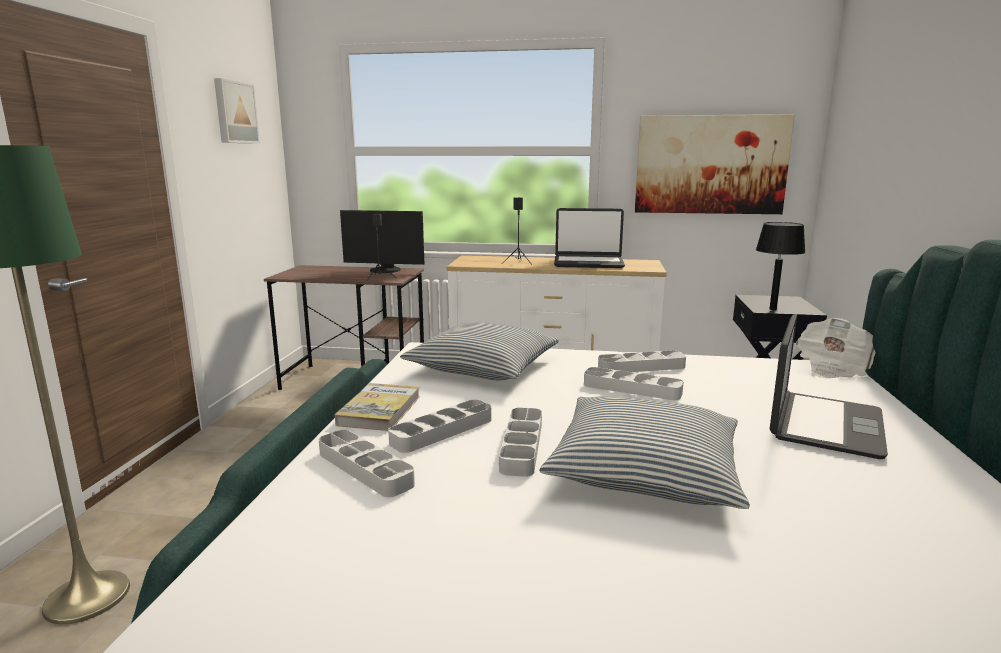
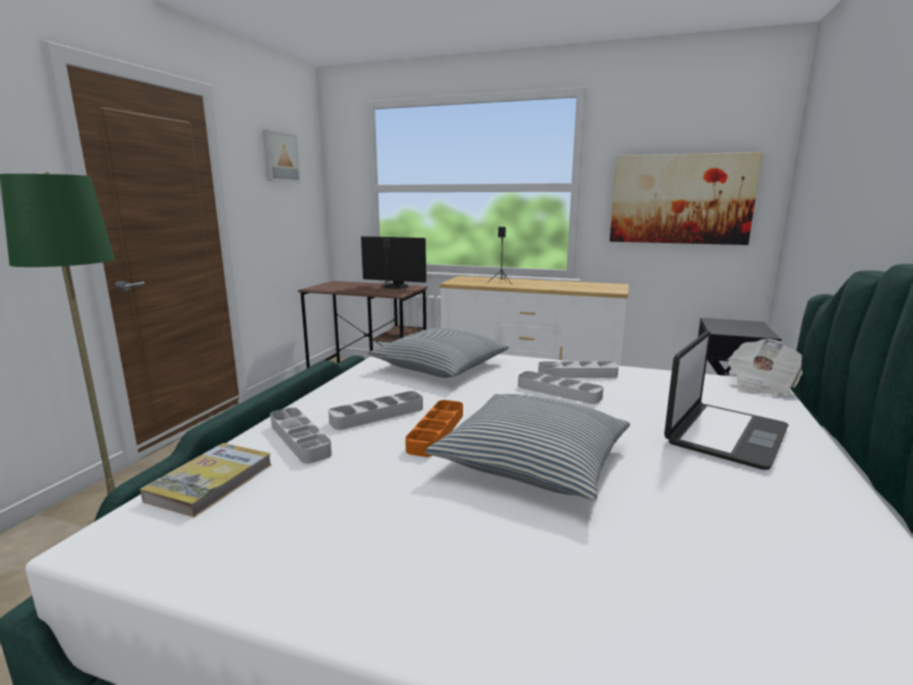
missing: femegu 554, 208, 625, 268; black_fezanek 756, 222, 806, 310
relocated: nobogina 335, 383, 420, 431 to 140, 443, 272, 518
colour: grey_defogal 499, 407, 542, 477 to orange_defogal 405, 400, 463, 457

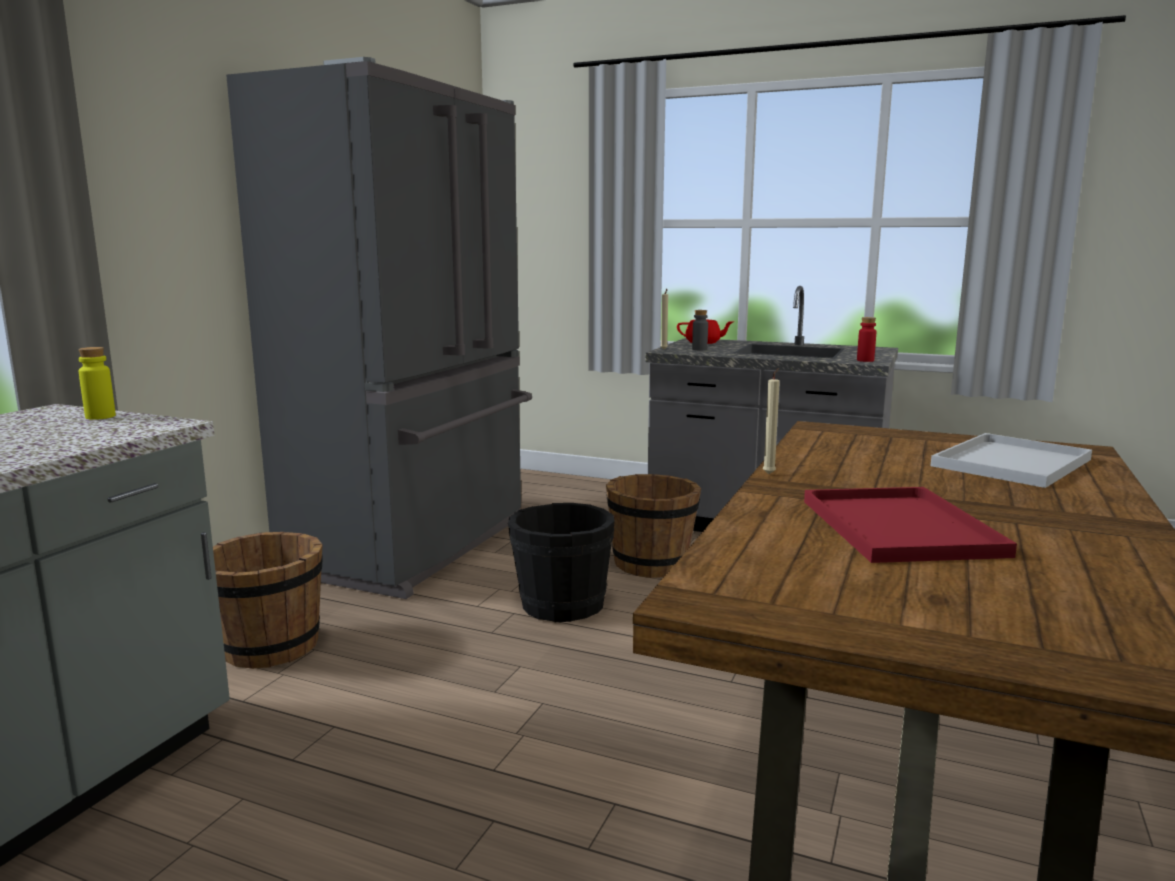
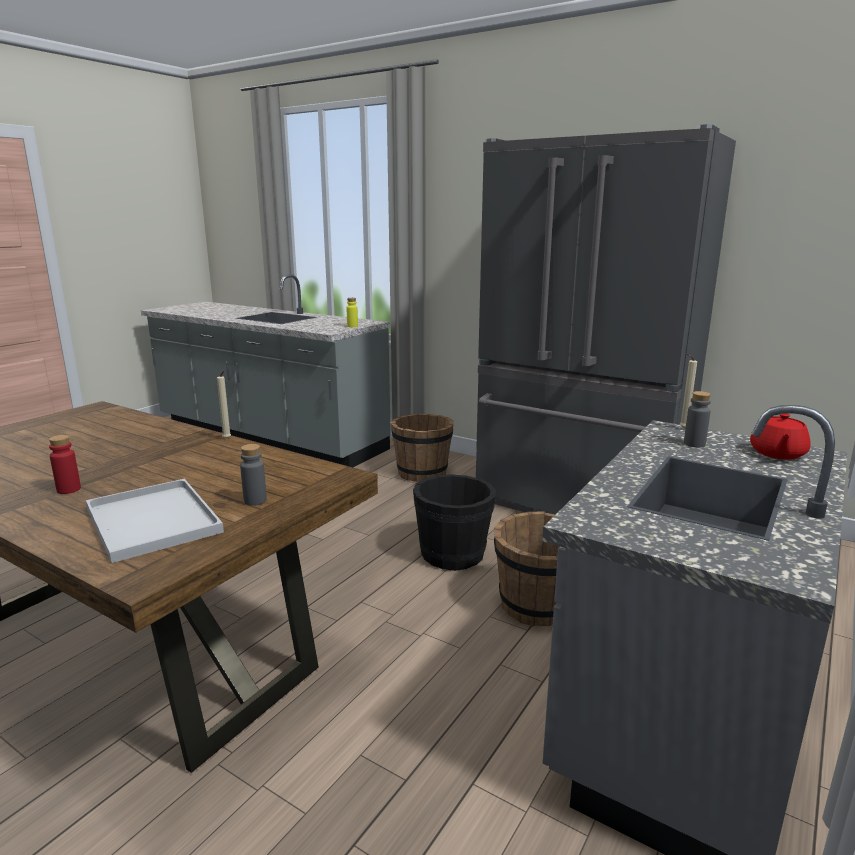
missing: red_defogal 804, 487, 1017, 563
appeared: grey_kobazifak 240, 444, 267, 506
relocated: red_kobazifak 857, 317, 877, 362 to 49, 435, 81, 494

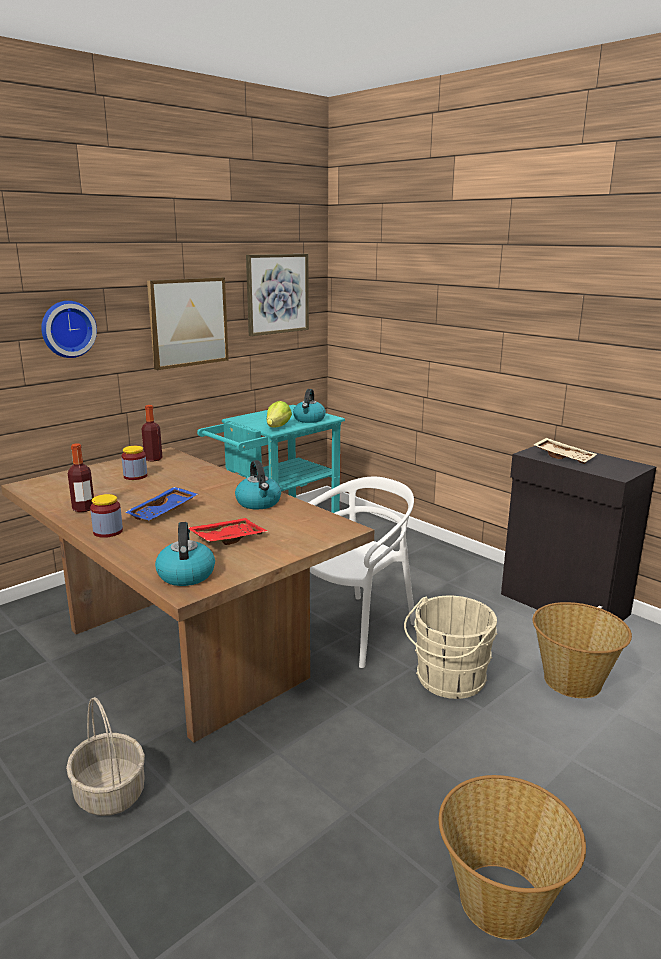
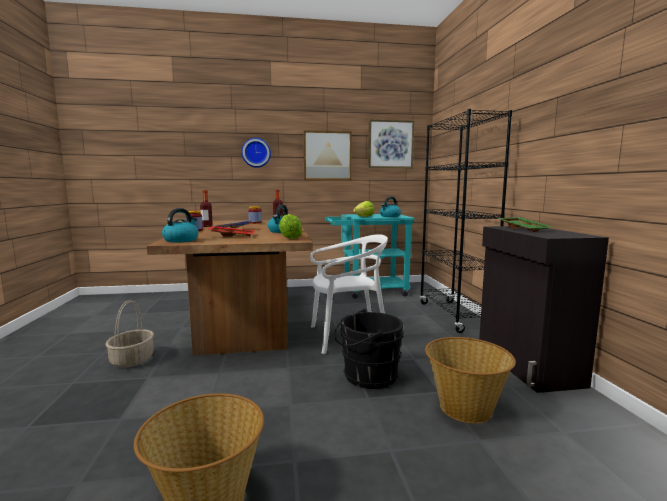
appeared: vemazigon 279, 214, 302, 239; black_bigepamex 420, 109, 512, 333
colour: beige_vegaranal 404, 596, 497, 699 to black_vegaranal 334, 309, 404, 389; beige_defogal 534, 438, 597, 464 to green_defogal 499, 217, 552, 232

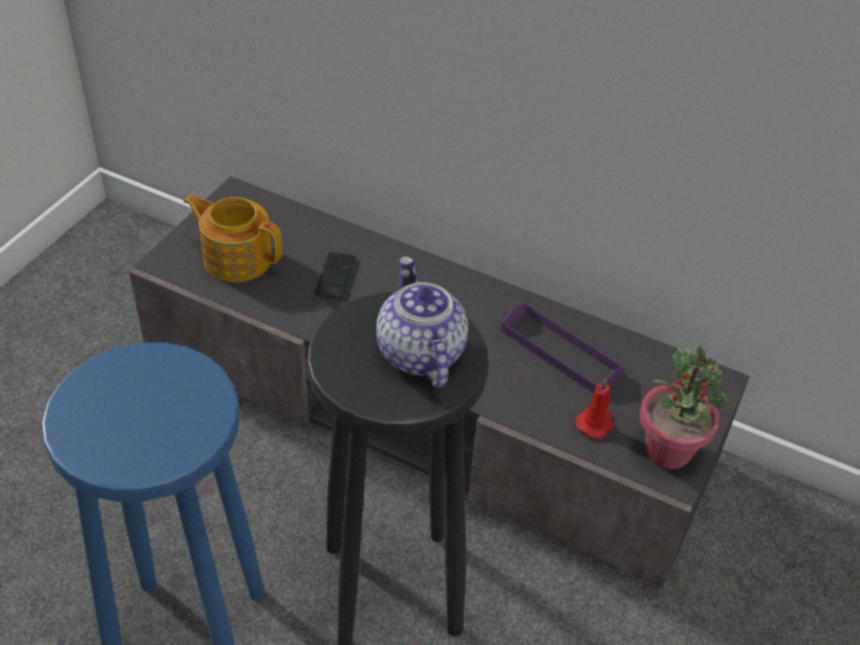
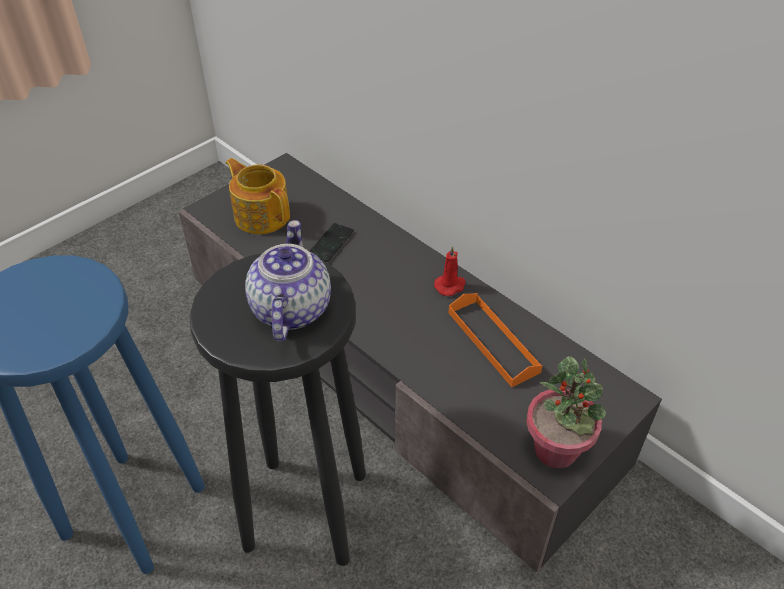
relocated: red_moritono 575, 378, 614, 439 to 434, 246, 466, 296
colour: purple_defogal 501, 303, 625, 393 to orange_defogal 448, 293, 543, 387

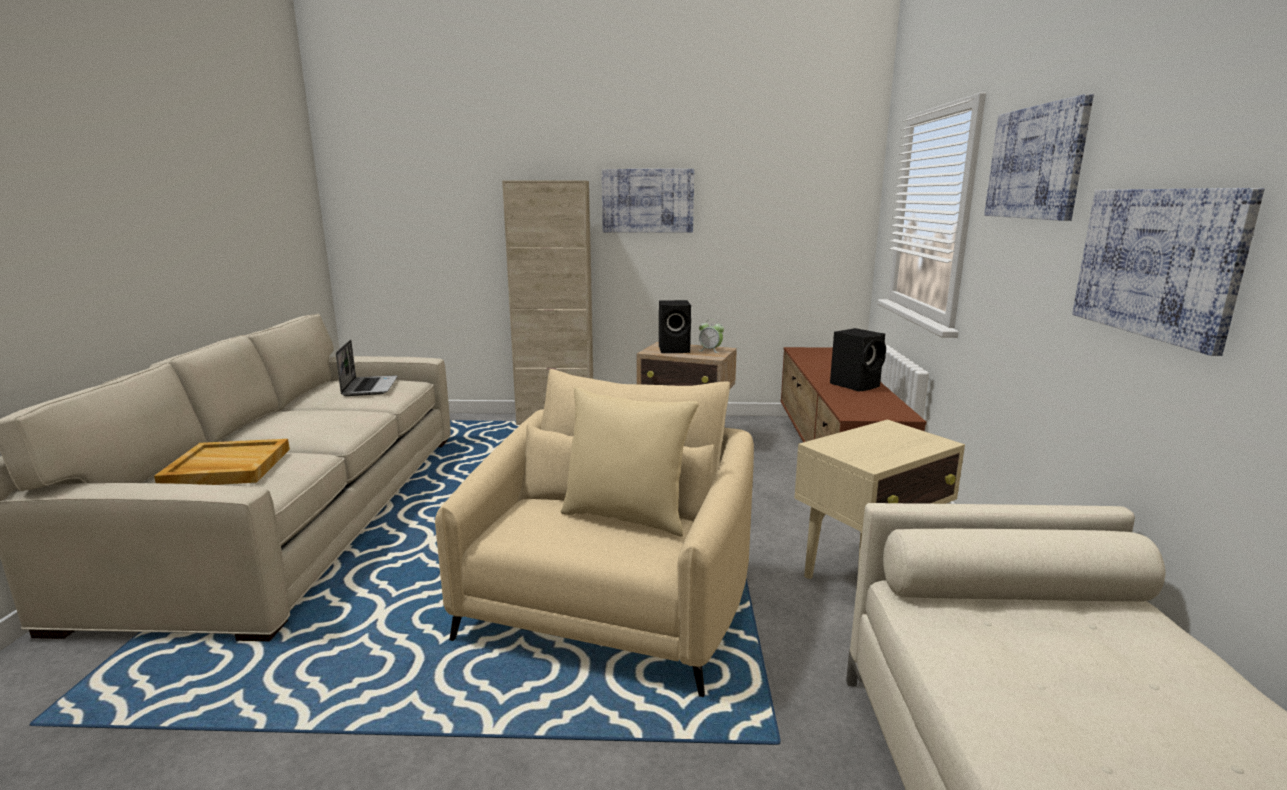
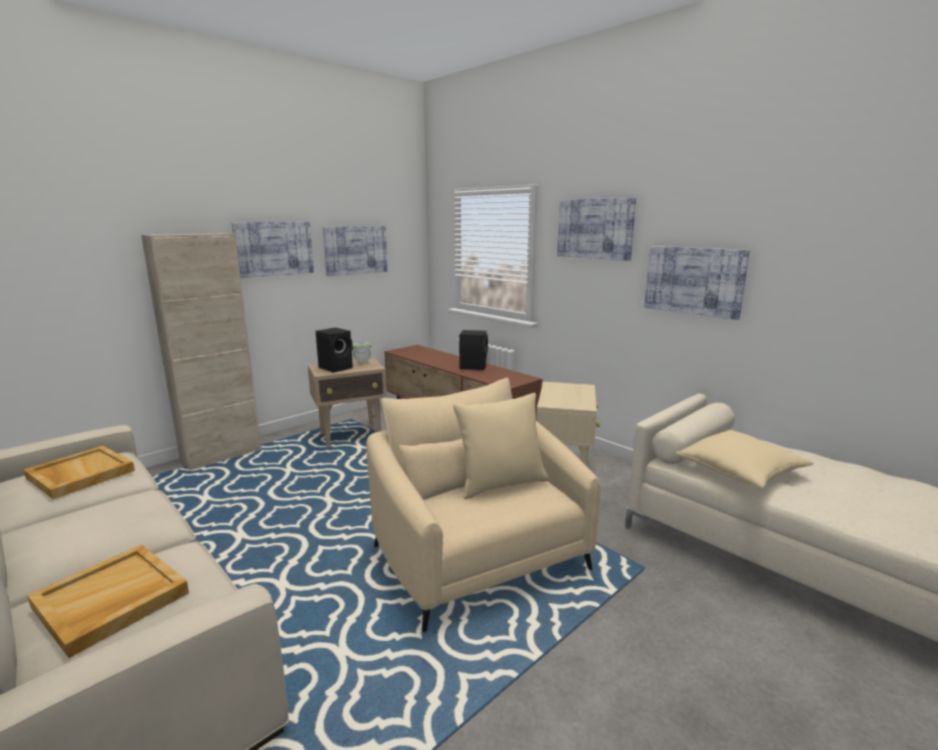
appeared: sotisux 323, 226, 388, 276; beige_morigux 675, 430, 814, 488
exchanged: femegu 336, 340, 398, 396 to beige_defogal 24, 446, 135, 499

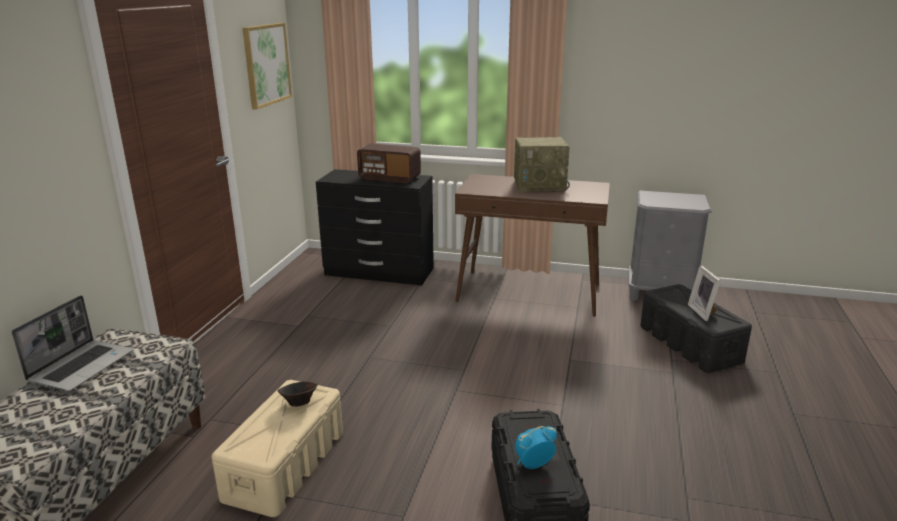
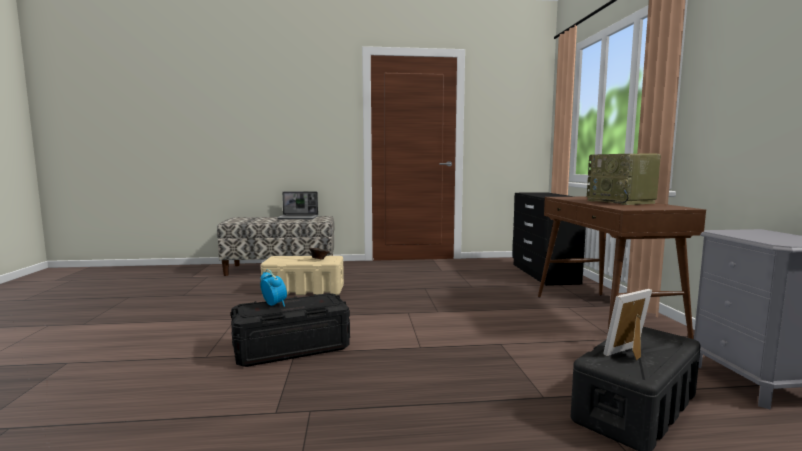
missing: sotisux 242, 23, 292, 110; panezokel 357, 144, 421, 183

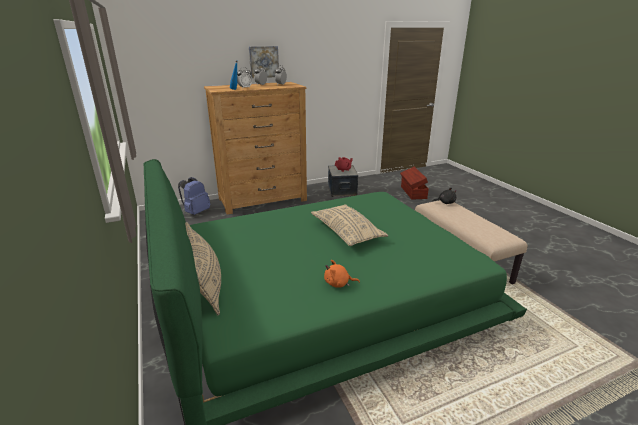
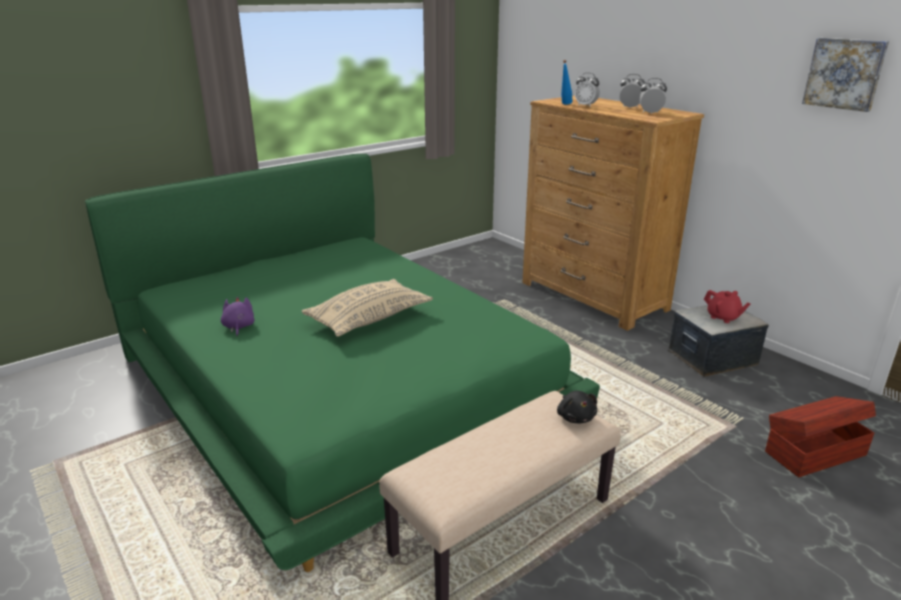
missing: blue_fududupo 178, 177, 210, 215; beige_morigux 185, 222, 221, 315
relocated: sotisux 249, 46, 279, 78 to 802, 38, 889, 112
colour: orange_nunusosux 324, 260, 360, 288 to purple_nunusosux 221, 297, 255, 337

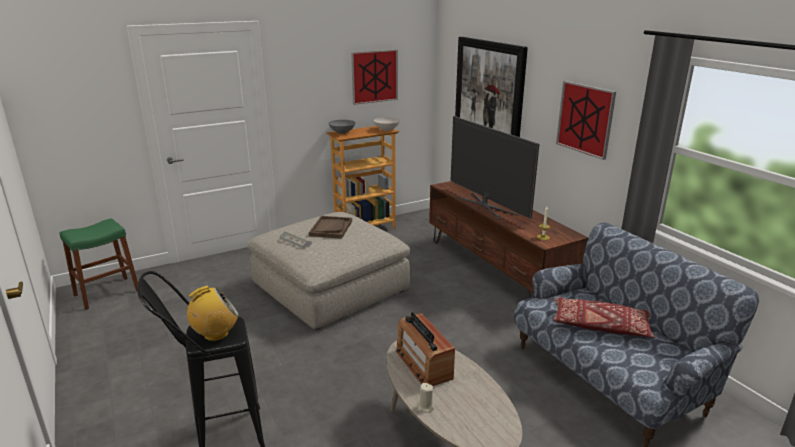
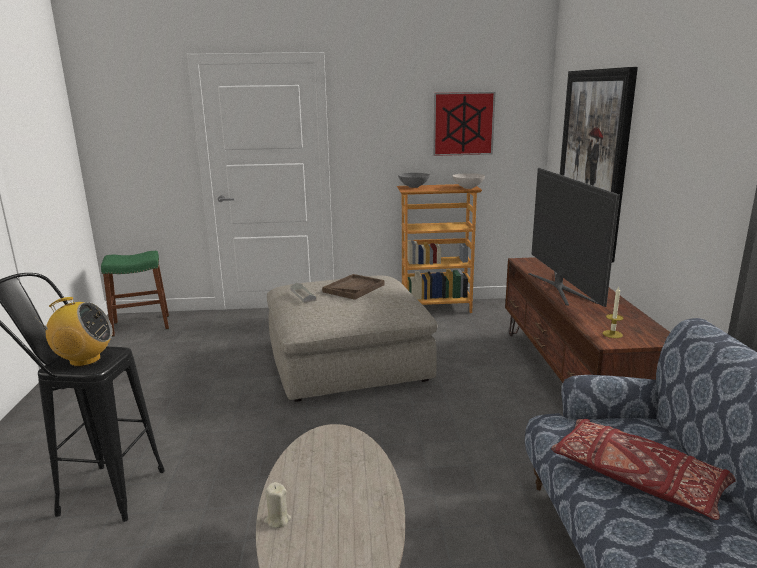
missing: panezokel 396, 312, 455, 386; sotisux 556, 81, 616, 160

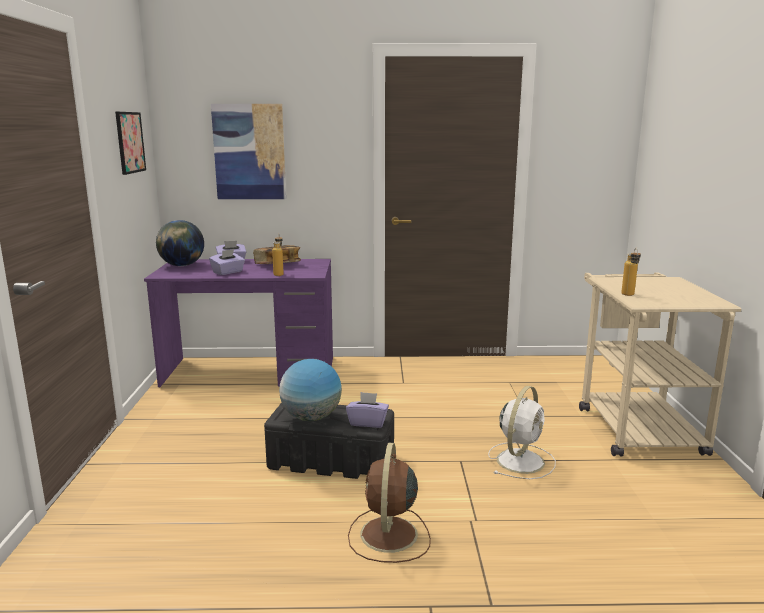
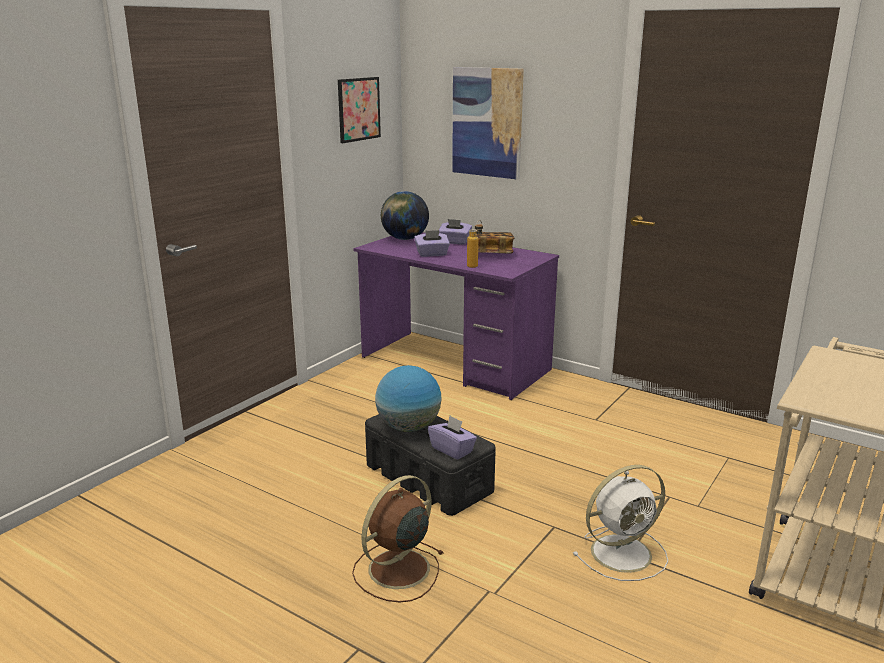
missing: kobazifak 621, 248, 641, 296

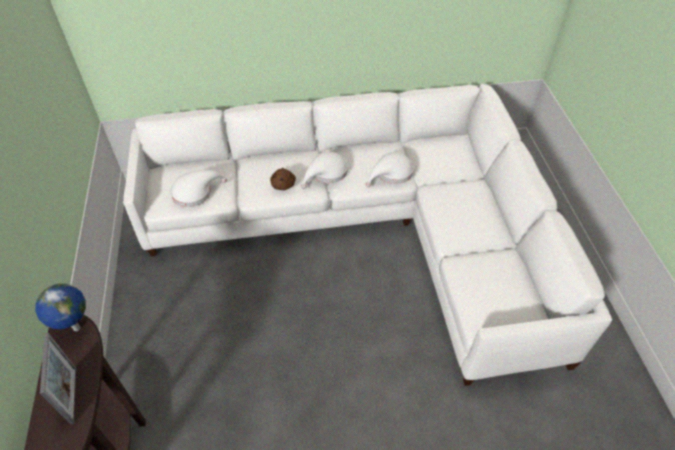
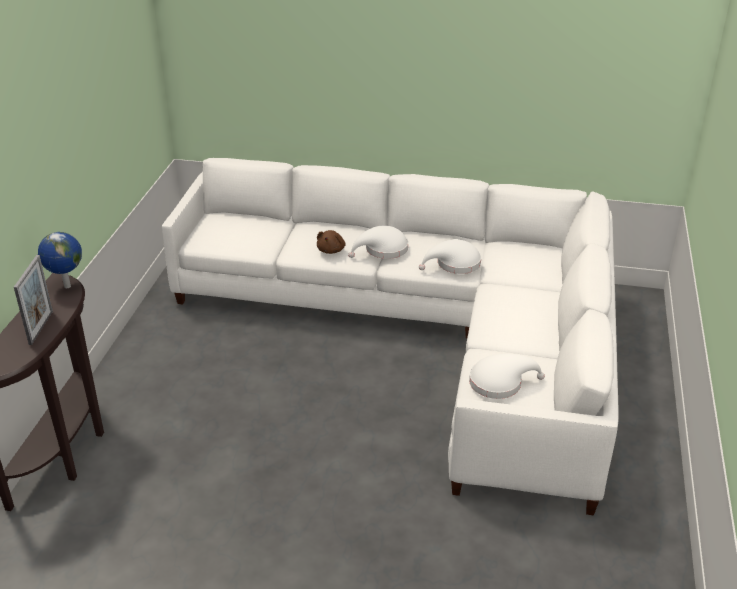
relocated: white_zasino 171, 170, 227, 207 to 469, 354, 545, 399

